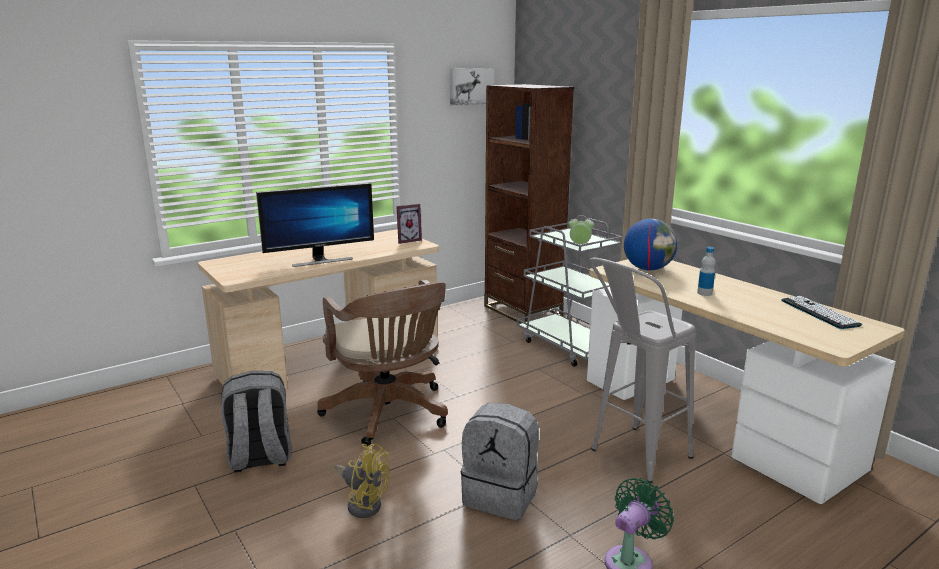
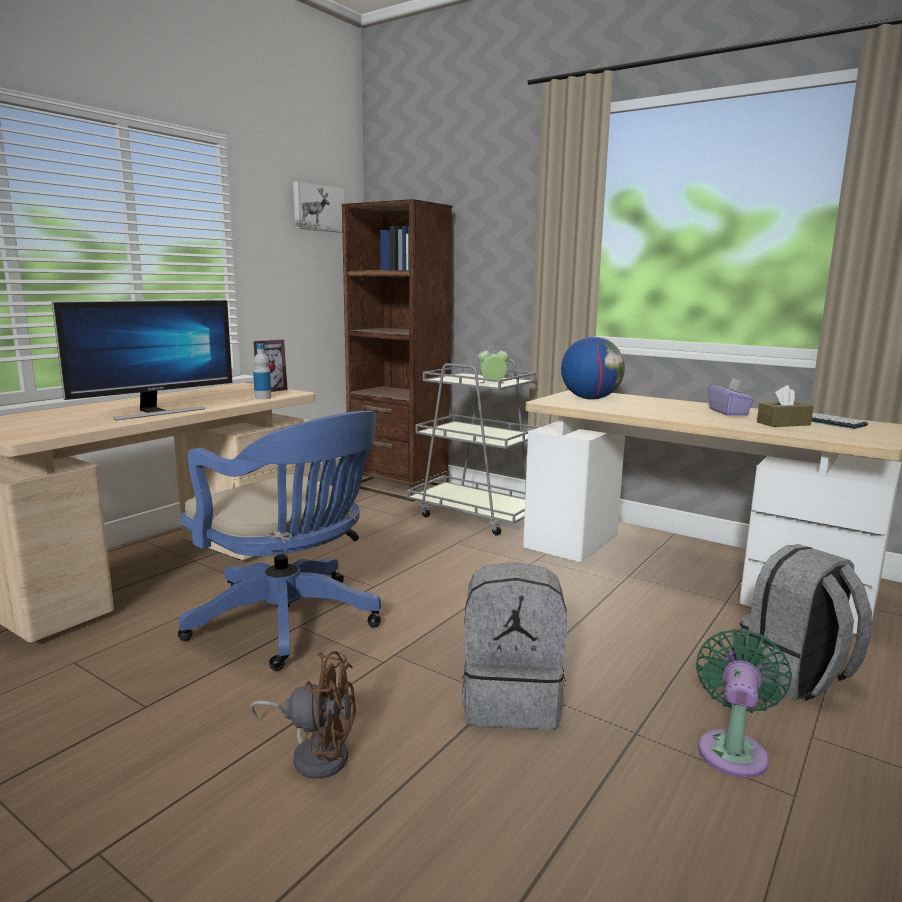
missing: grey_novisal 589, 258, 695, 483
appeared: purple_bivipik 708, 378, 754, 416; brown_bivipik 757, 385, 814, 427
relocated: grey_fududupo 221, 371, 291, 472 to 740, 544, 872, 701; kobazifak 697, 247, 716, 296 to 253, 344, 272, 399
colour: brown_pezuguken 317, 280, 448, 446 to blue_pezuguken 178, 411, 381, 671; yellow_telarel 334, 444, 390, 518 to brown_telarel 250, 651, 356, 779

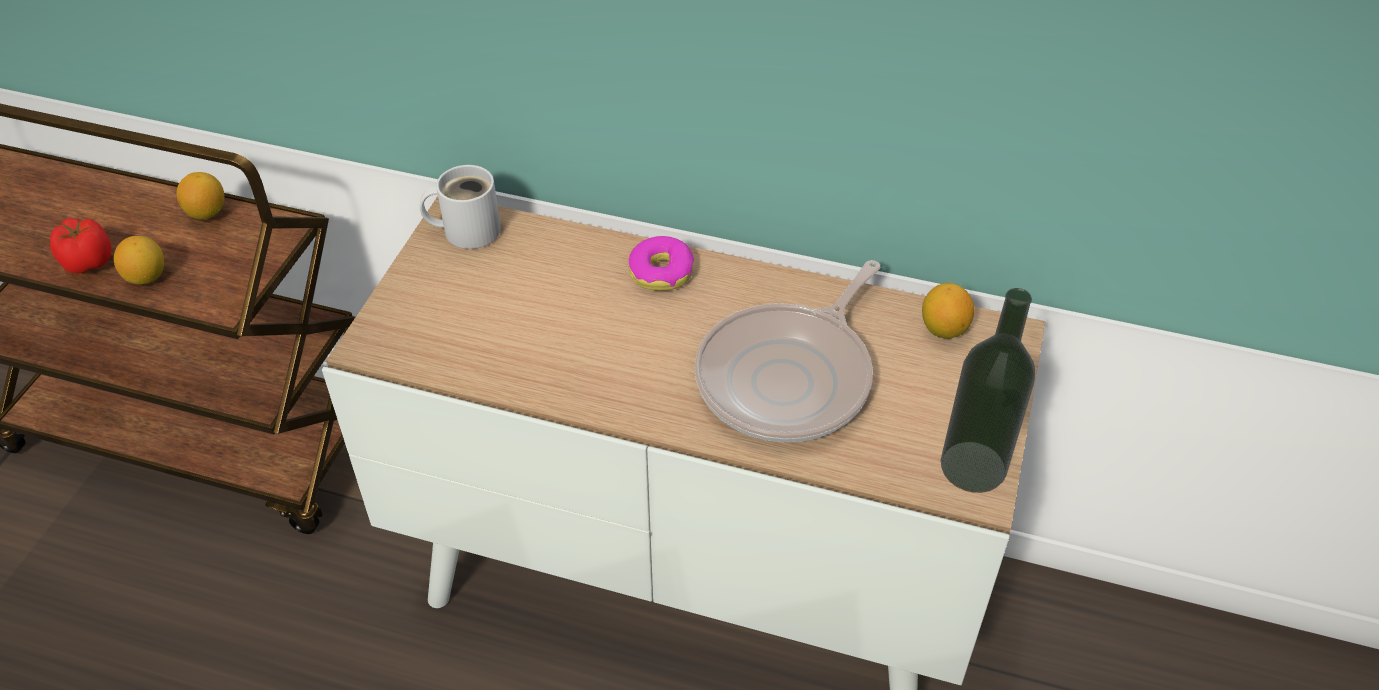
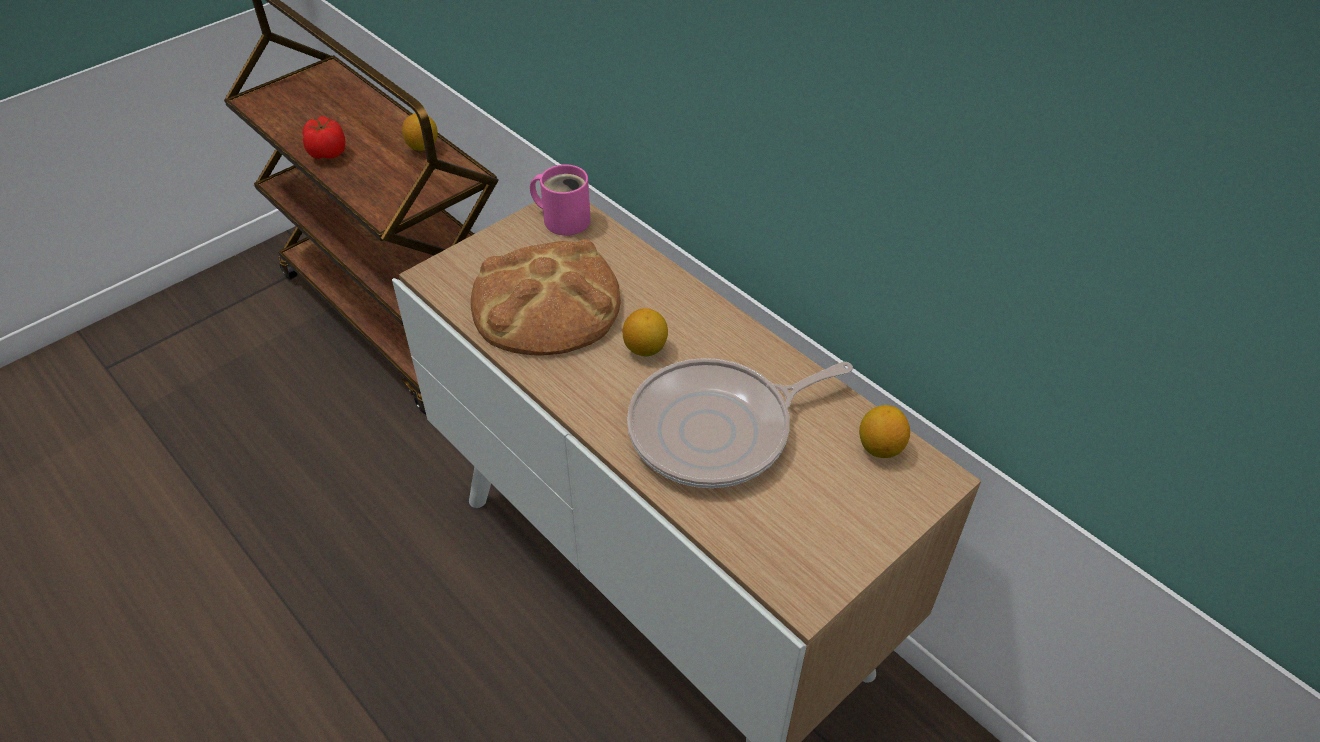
missing: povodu 628, 236, 694, 291; kobazifak 941, 288, 1035, 493
appeared: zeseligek 471, 239, 621, 355
relocated: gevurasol 114, 236, 164, 284 to 622, 308, 668, 356
colour: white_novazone 420, 165, 501, 249 to pink_novazone 530, 164, 591, 236

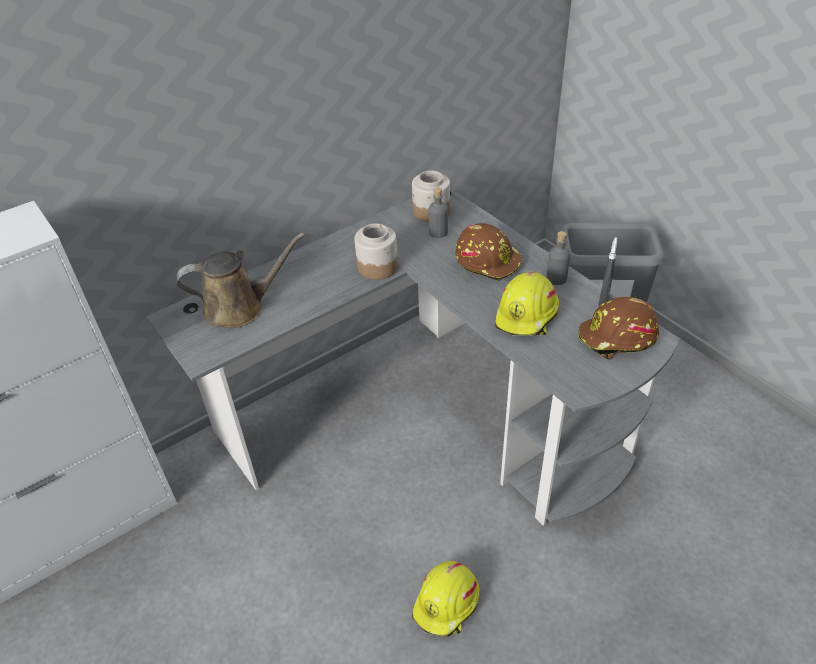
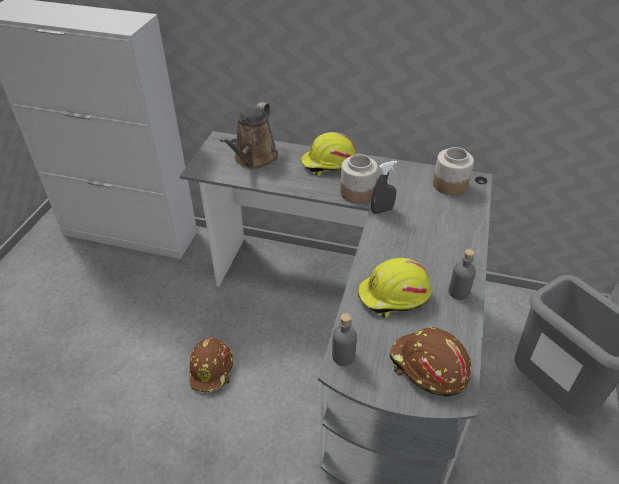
relocated: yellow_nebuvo 412, 561, 480, 637 to 300, 132, 356, 176; grey_kobazifak 429, 187, 448, 238 to 332, 313, 357, 366; brown_nebuvo 456, 223, 523, 281 to 190, 338, 233, 393; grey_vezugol 598, 237, 617, 306 to 371, 161, 397, 214
spun: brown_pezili 177, 232, 305, 328 = 220, 102, 278, 169 75 degrees clockwise

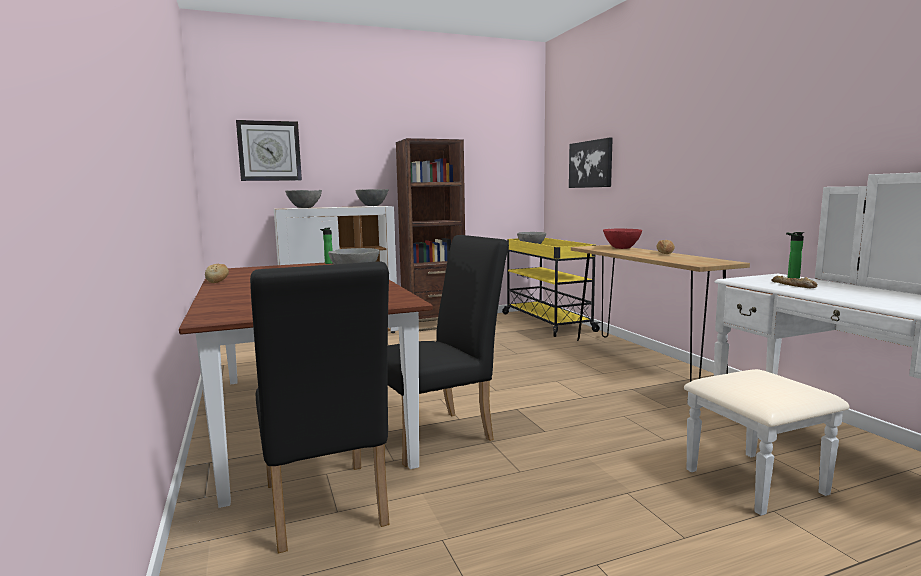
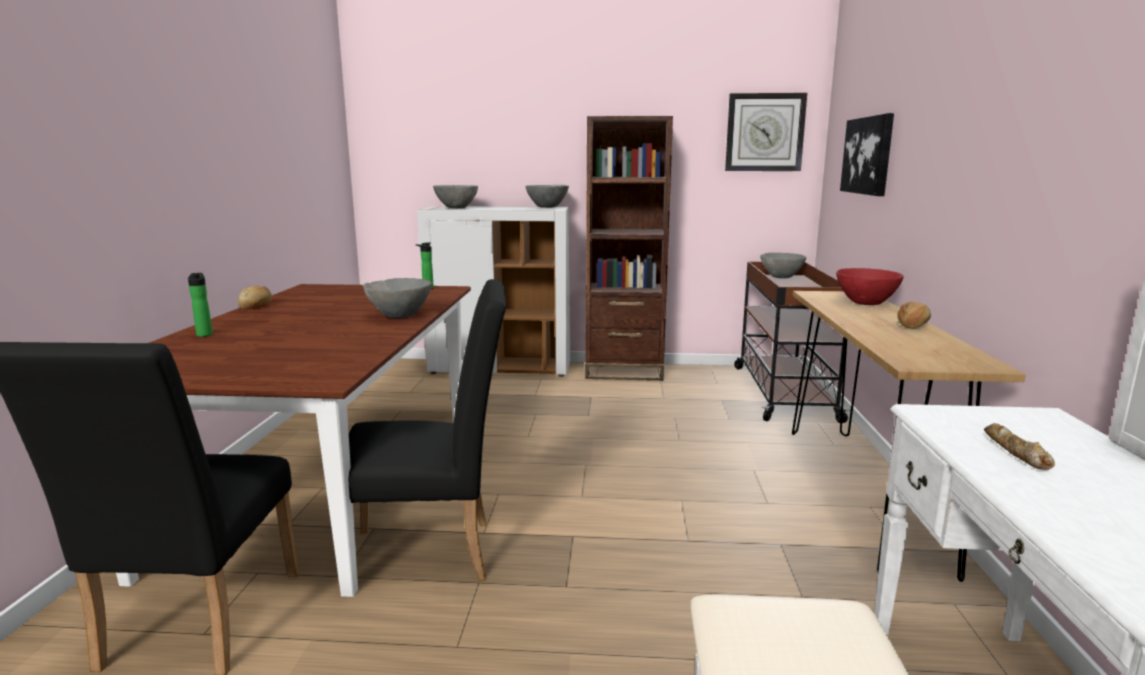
relocated: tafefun 236, 120, 302, 181 to 725, 93, 807, 171; kobazifak 786, 232, 805, 279 to 188, 273, 213, 337
colour: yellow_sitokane 502, 238, 601, 337 to brown_sitokane 734, 262, 851, 423

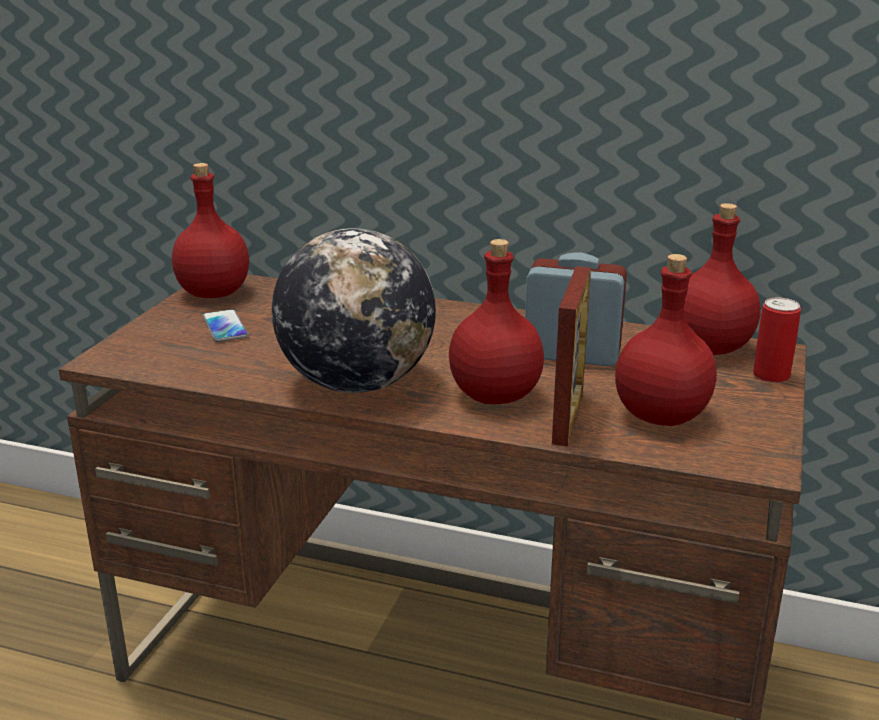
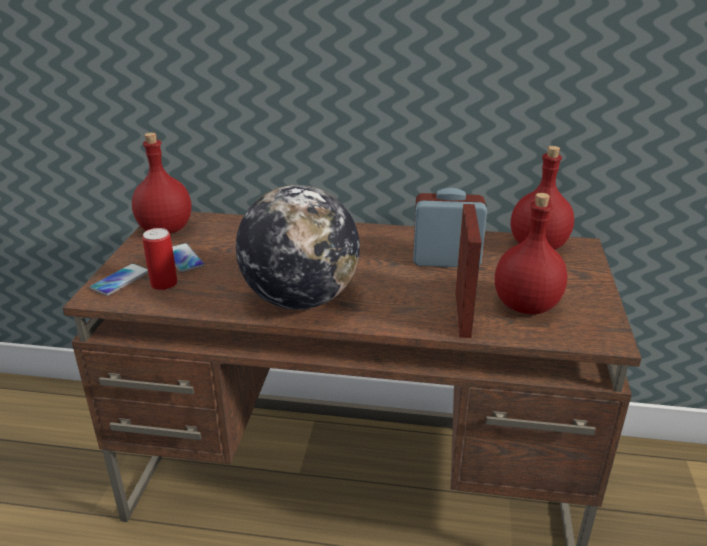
missing: red_kobazifak 449, 239, 544, 404
appeared: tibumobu 89, 263, 148, 296
relocated: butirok 753, 298, 801, 383 to 142, 228, 177, 290

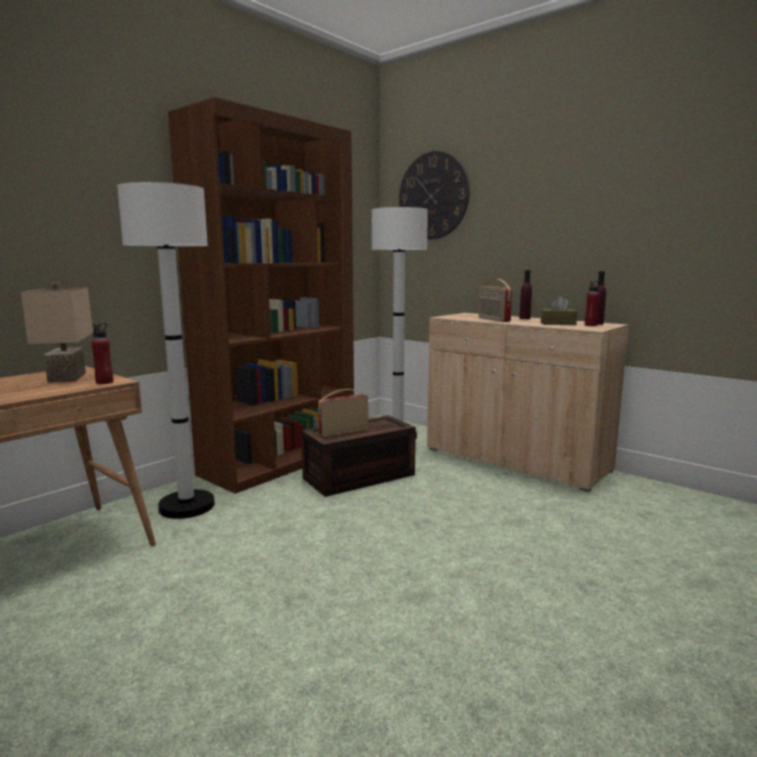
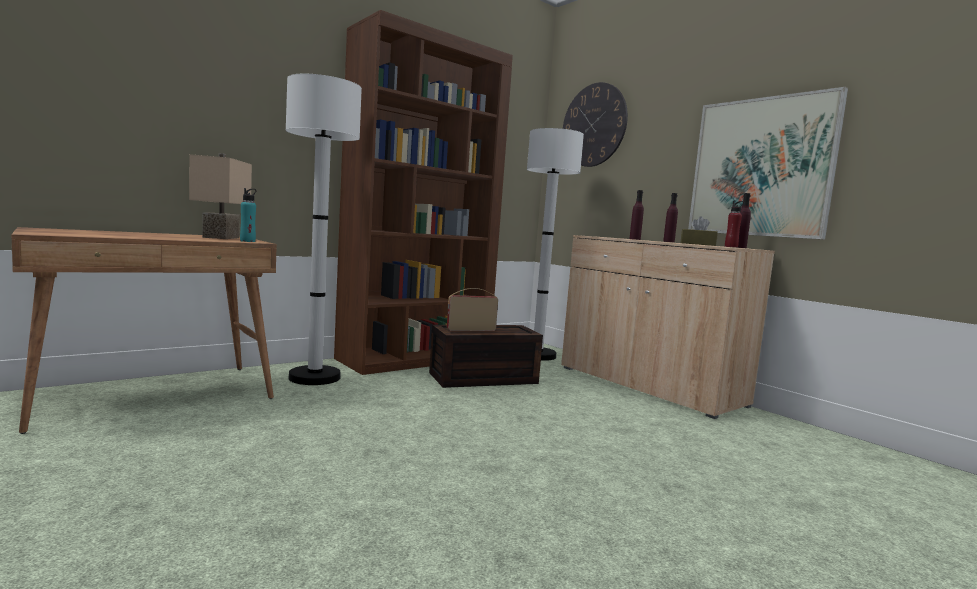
appeared: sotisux 688, 87, 848, 240
exchanged: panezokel 479, 279, 512, 322 to purple_kobazifak 629, 190, 644, 240
colour: red_kobazifak 91, 323, 113, 384 to turquoise_kobazifak 240, 188, 256, 242

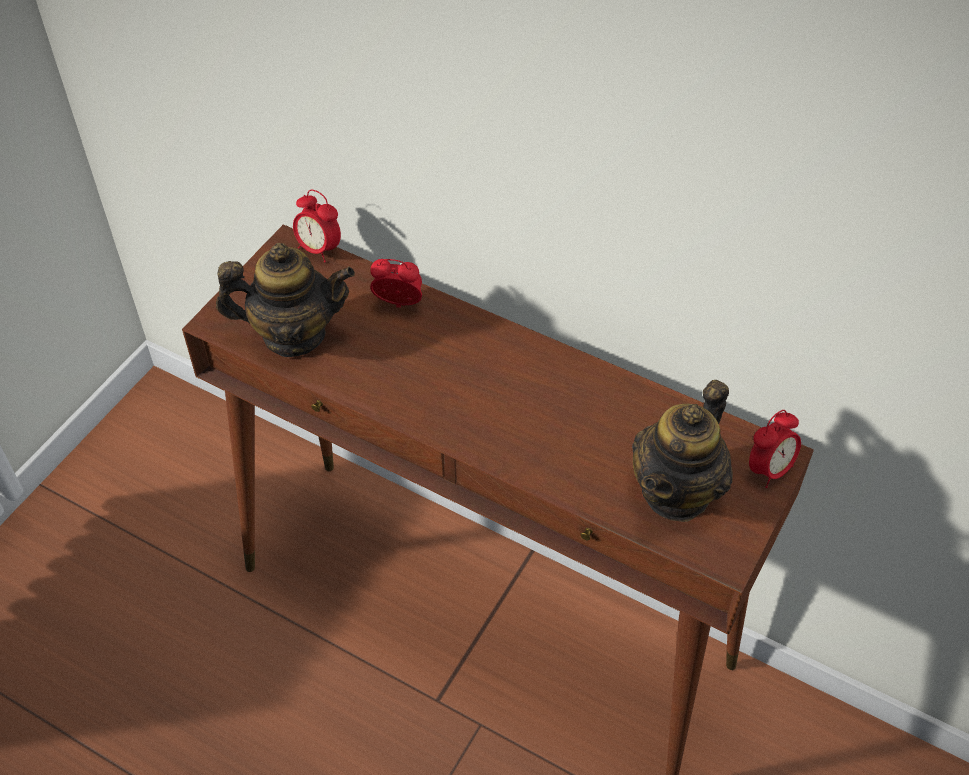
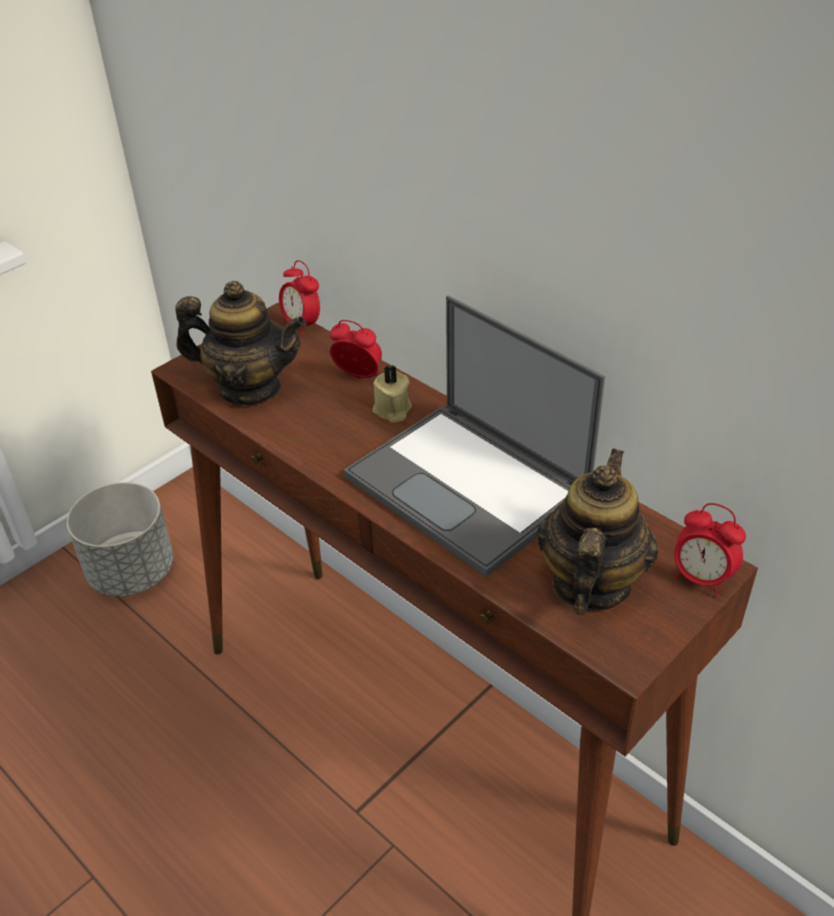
appeared: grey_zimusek 67, 482, 173, 596; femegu 344, 295, 605, 577; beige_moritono 373, 365, 412, 423
spun: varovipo 632, 380, 733, 522 = 537, 448, 658, 615 150 degrees clockwise; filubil 749, 410, 801, 488 = 673, 503, 746, 597 60 degrees clockwise

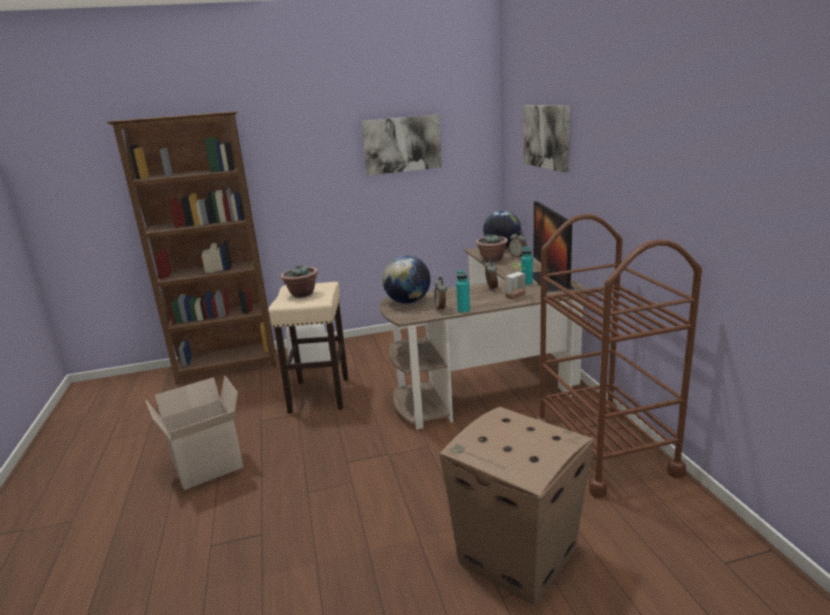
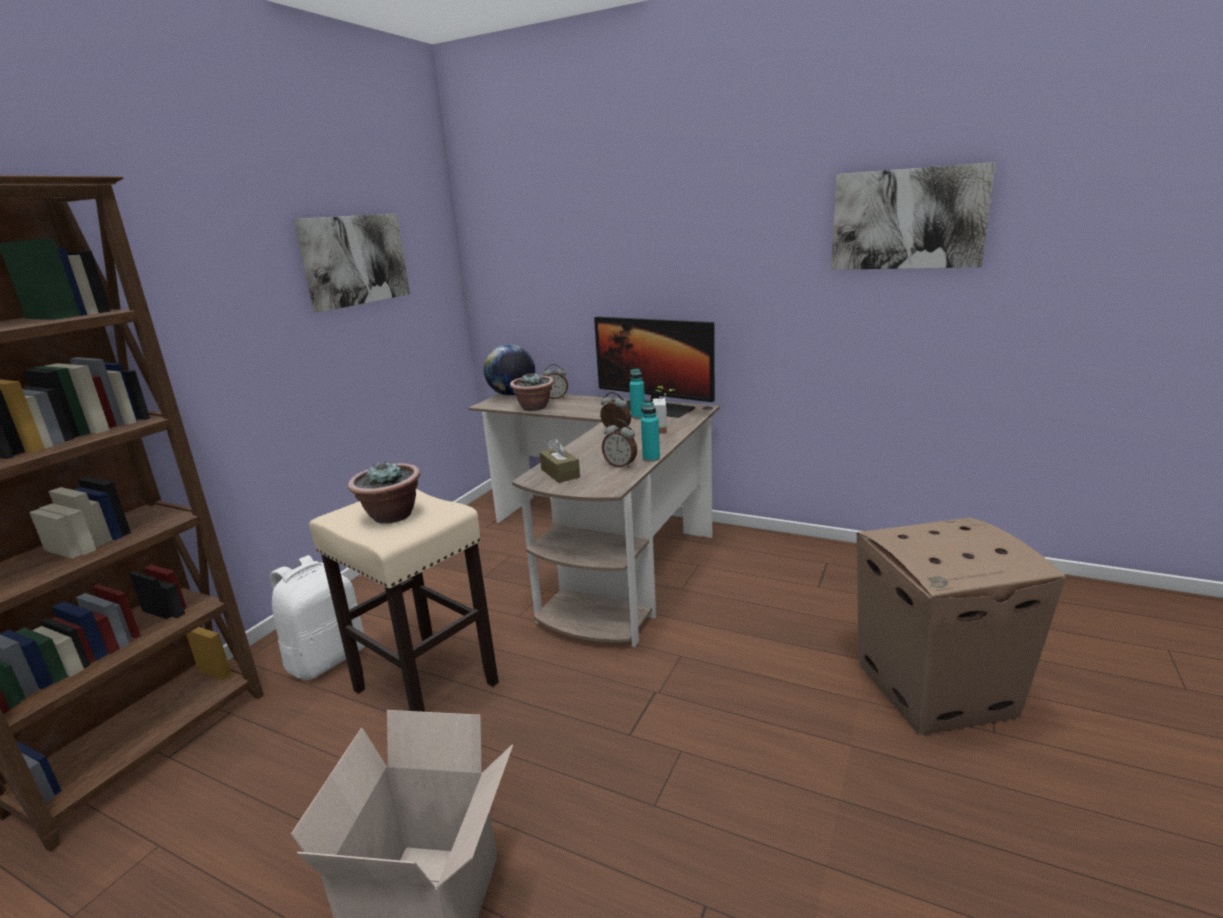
missing: brown_sitokane 536, 214, 702, 498
relocated: sotisux 524, 105, 570, 173 to 831, 162, 996, 270
exchanged: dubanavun 382, 255, 431, 304 to brown_bivipik 539, 438, 580, 483

